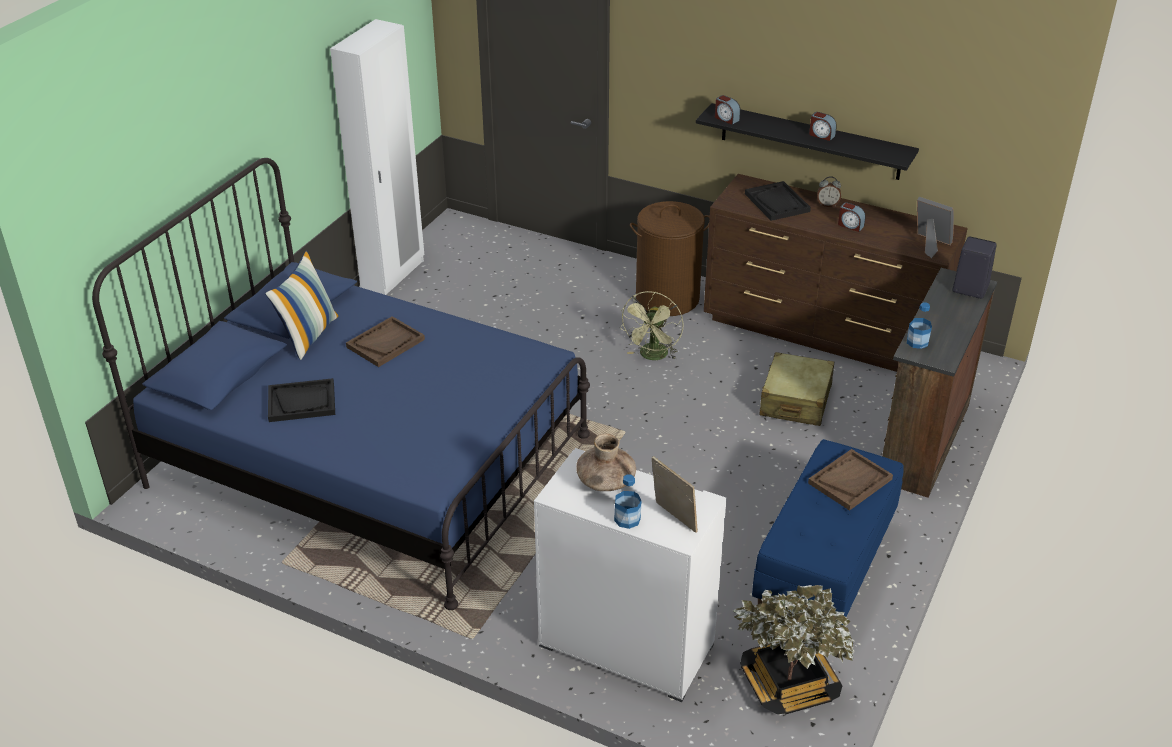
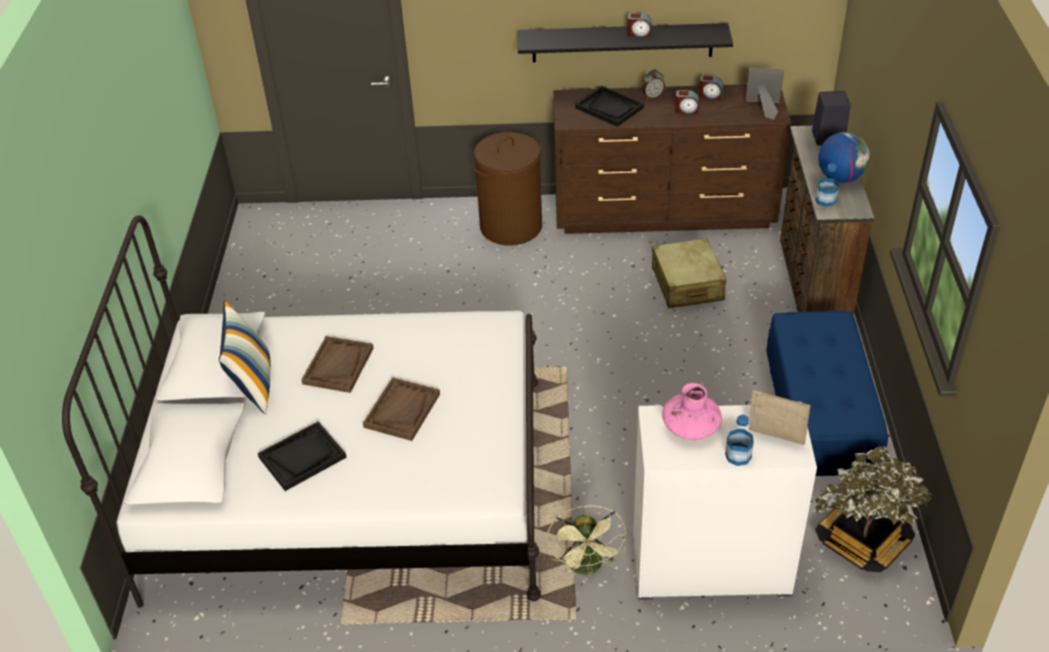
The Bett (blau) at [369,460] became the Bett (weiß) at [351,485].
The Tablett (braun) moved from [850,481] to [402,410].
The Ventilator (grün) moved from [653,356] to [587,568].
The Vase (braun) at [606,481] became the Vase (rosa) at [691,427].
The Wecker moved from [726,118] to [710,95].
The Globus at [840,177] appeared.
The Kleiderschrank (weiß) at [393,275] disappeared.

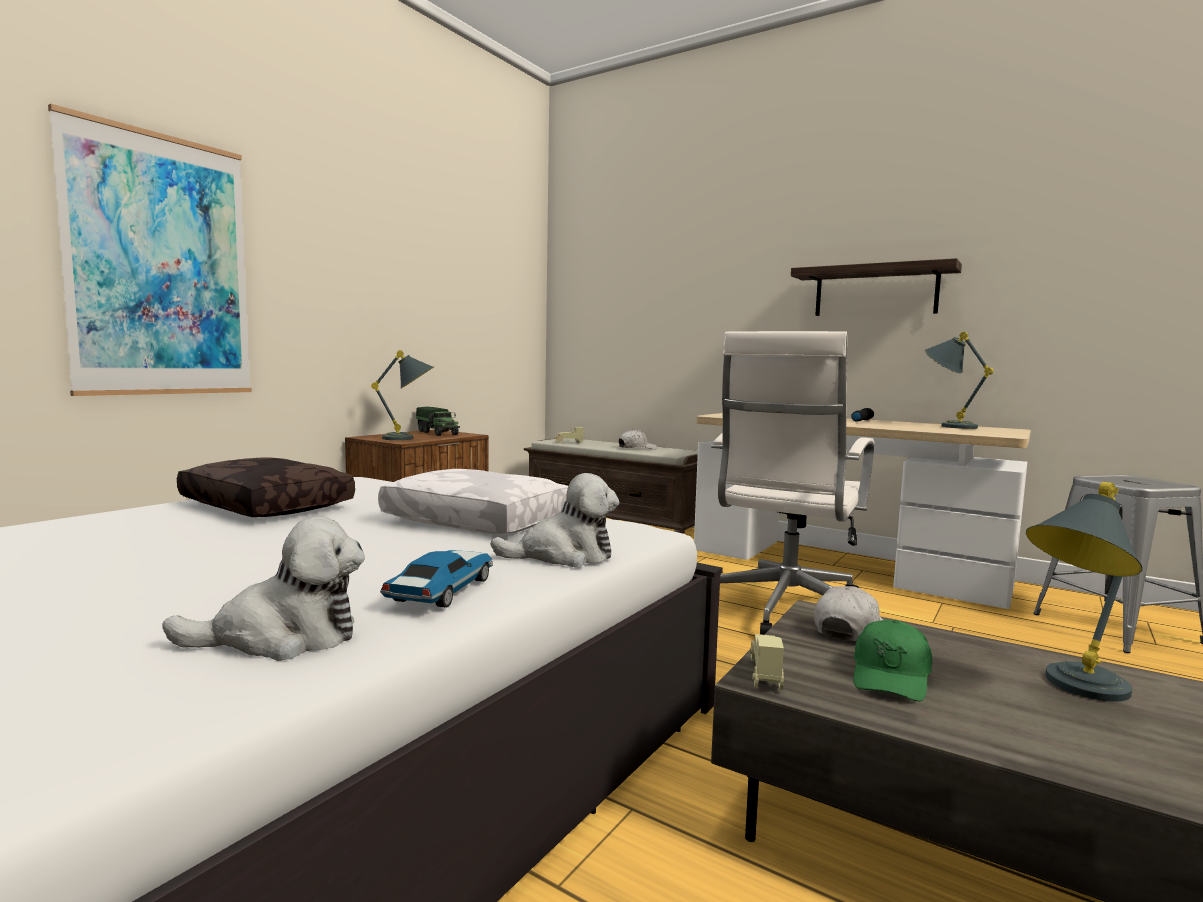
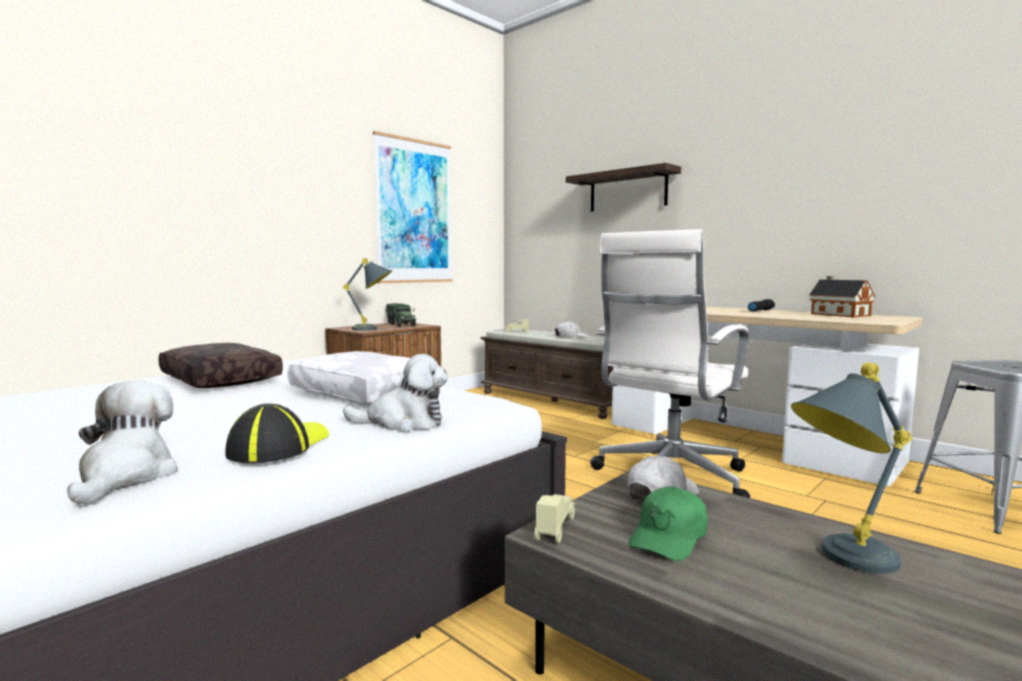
The Plüschtier at [283,638] turned 90 degrees counterclockwise.
The Spielzeugauto at [443,590] was replaced by the Kappe at [279,446].
The Bild moved from [160,266] to [414,212].
The Wandregal moved from [875,291] to [627,191].
The Tischlampe (grau) at [947,426] was replaced by the Spielzeughaus at [838,314].

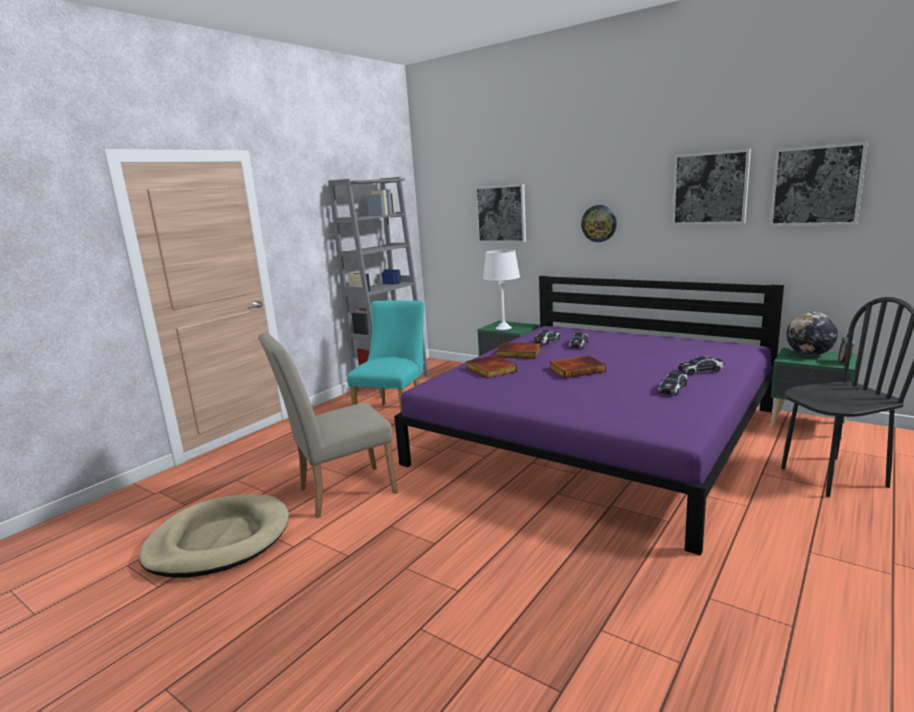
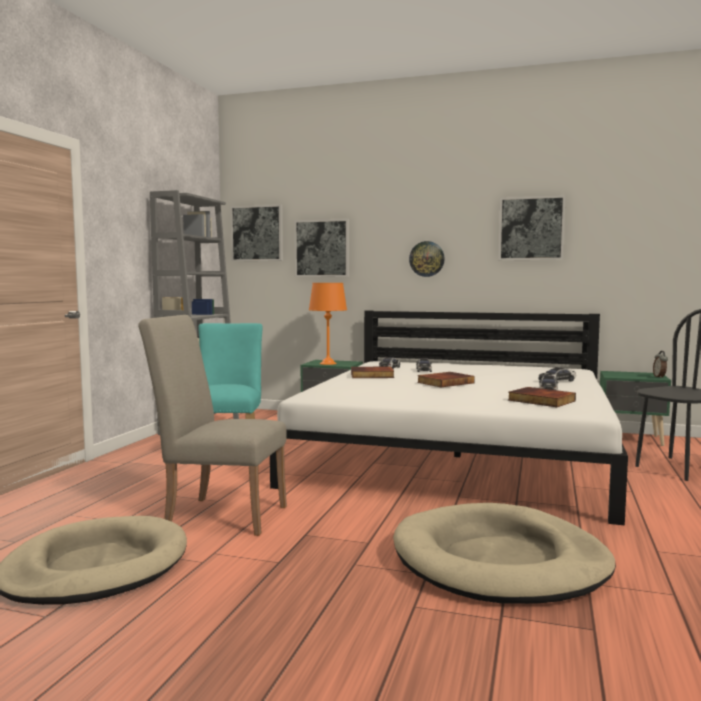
The Stuhl (beige) at [339,492] turned 60 degrees clockwise.
The Bild moved from [816,185] to [257,233].
The Bett (lila) at [596,436] became the Bett (weiß) at [458,455].
The Tischlampe (weiß) at [503,327] became the Tischlampe (orange) at [328,363].
The Hundebett (beige) at [500,561] appeared.
The Buch moved from [489,369] to [540,401].
The Globus at [809,355] disappeared.

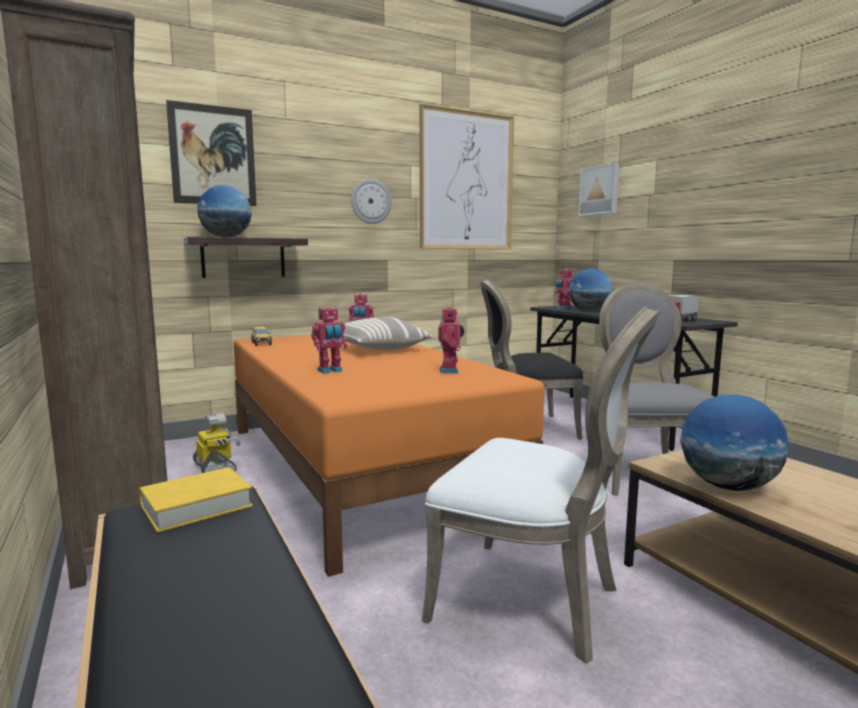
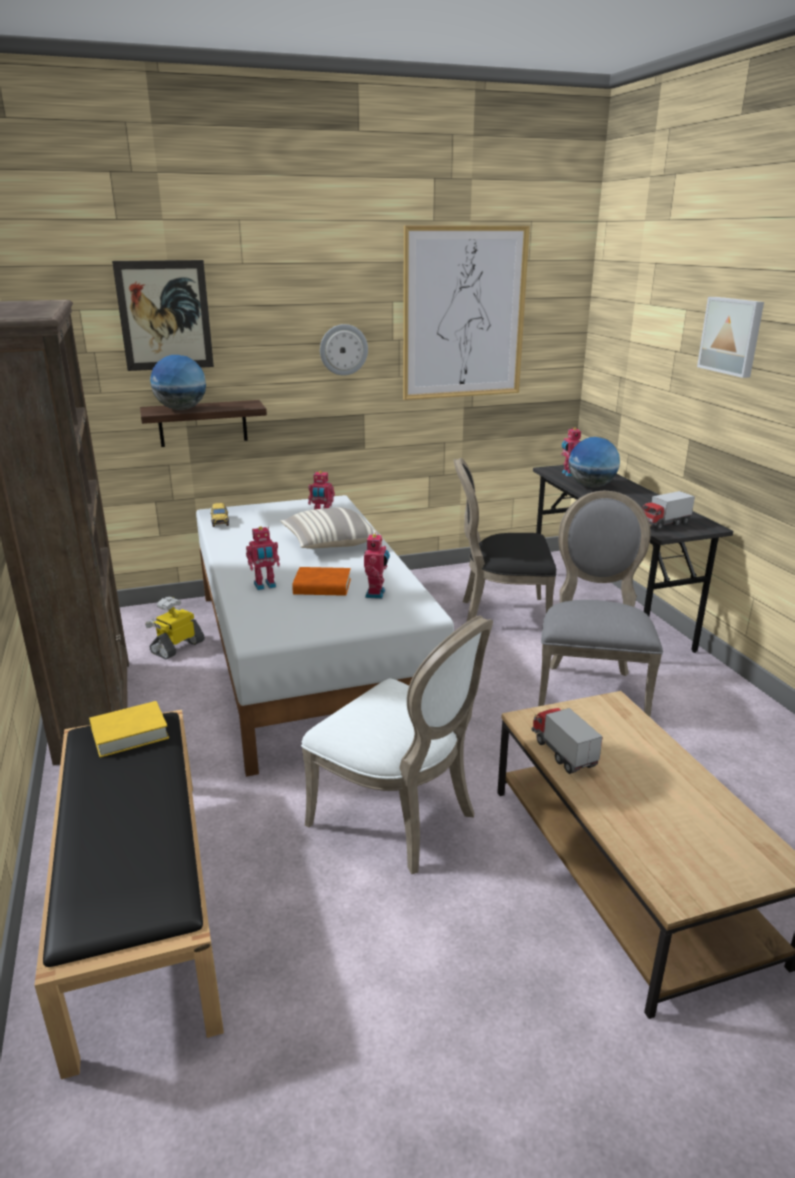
The Spielzeugroboter at [216,468] turned 120 degrees counterclockwise.
The Bett (orange) at [360,466] became the Bett (weiß) at [310,656].
The Buch (orange) at [322,587] appeared.
The Globus at [728,486] was replaced by the Spielzeuglaster at [563,753].
The Bild moved from [600,190] to [732,336].

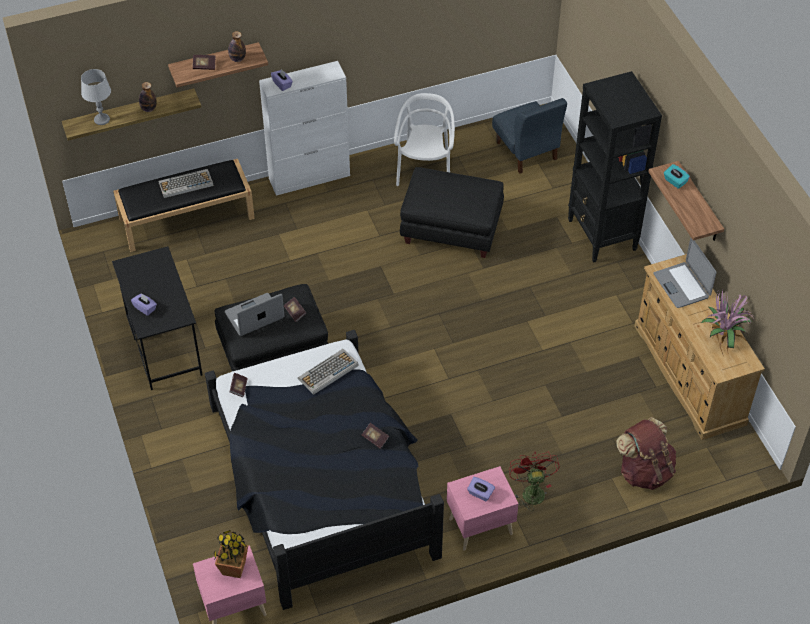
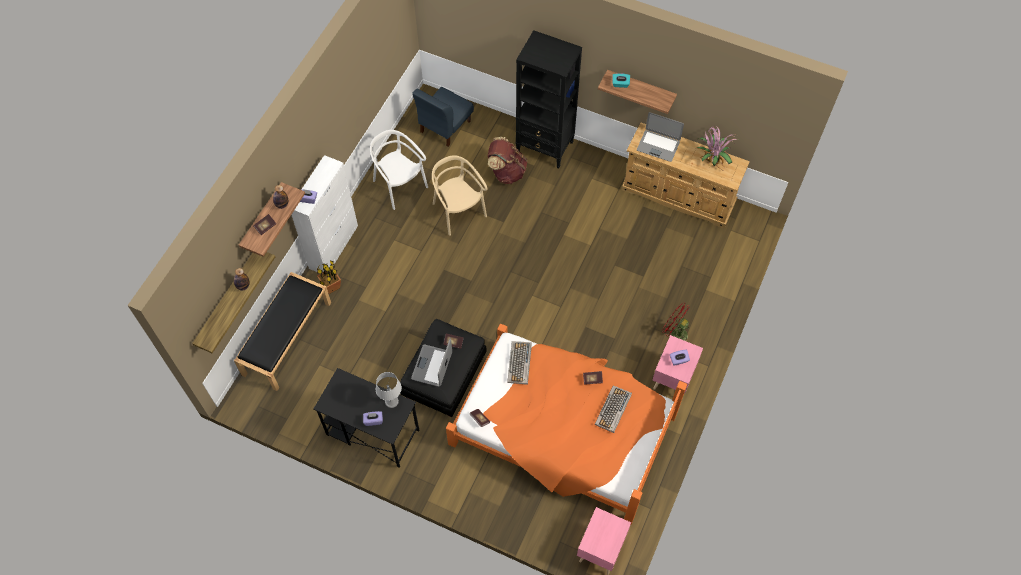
The Topfpflanze moved from [233,568] to [331,286].
The Tischlampe (grau) moved from [102,120] to [392,401].
The Stuhl (blau) at [526,151] turned 105 degrees clockwise.
The Polsterhocker (schwarz) at [452,229] was replaced by the Stuhl (beige) at [458,211].
The Bett (schwarz) at [322,480] became the Bett (orange) at [562,430].
The Rucksack (braun) moved from [644,471] to [506,172].
The Tastatur moved from [185,184] to [613,410].

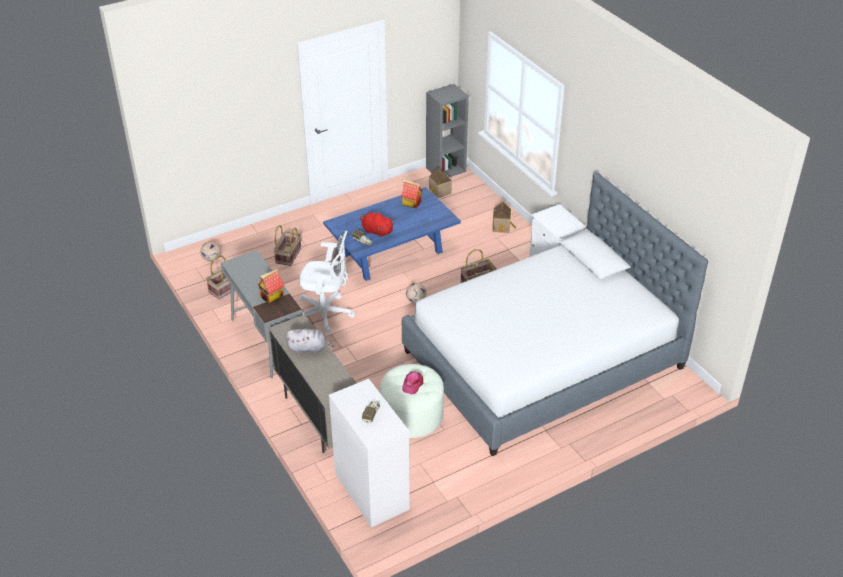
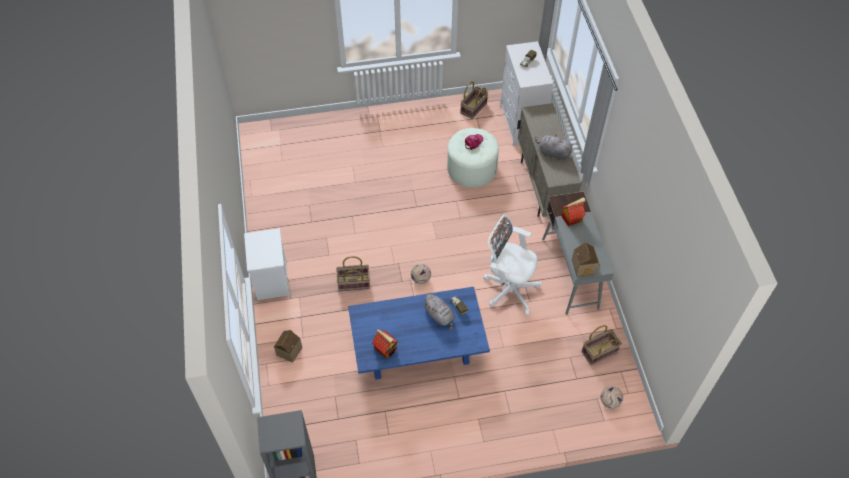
The Plüschtier (rot) at [376,231] became the Plüschtier (grau) at [440,316].
The Korb moved from [288,255] to [474,108].
The Spielzeughaus moved from [439,192] to [584,266].
The Bett at [543,359] disappeared.

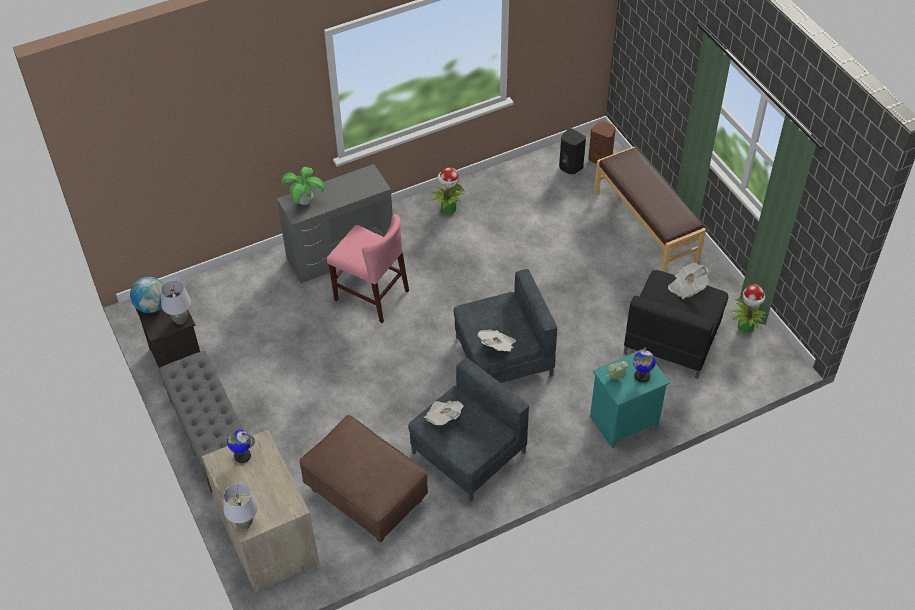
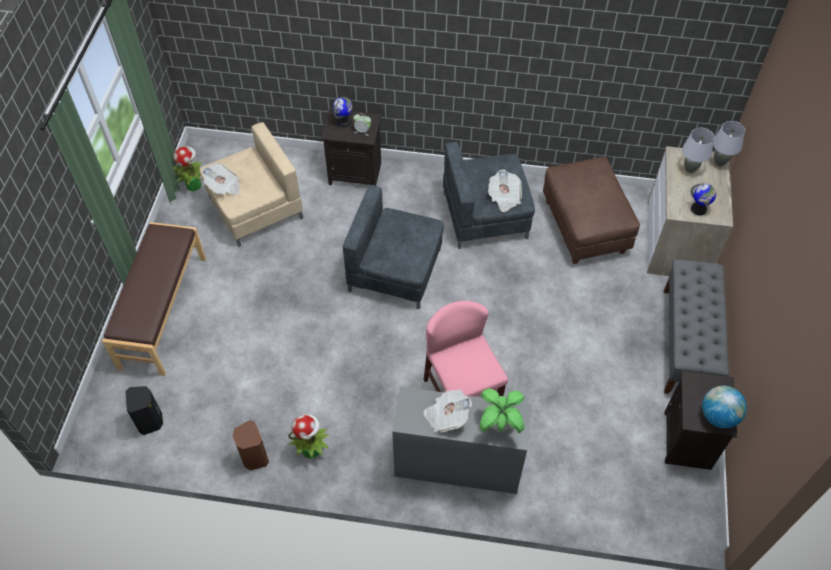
The Sessel (schwarz) at [672,338] became the Sessel (beige) at [254,208].
The Lautsprecher (braun) moved from [601,159] to [254,457].
The Nachttisch (türkis) at [623,423] became the Nachttisch (schwarz) at [356,173].
The Zeitung moved from [497,346] to [446,416].
The Tischlampe (grau) moved from [180,320] to [690,169].

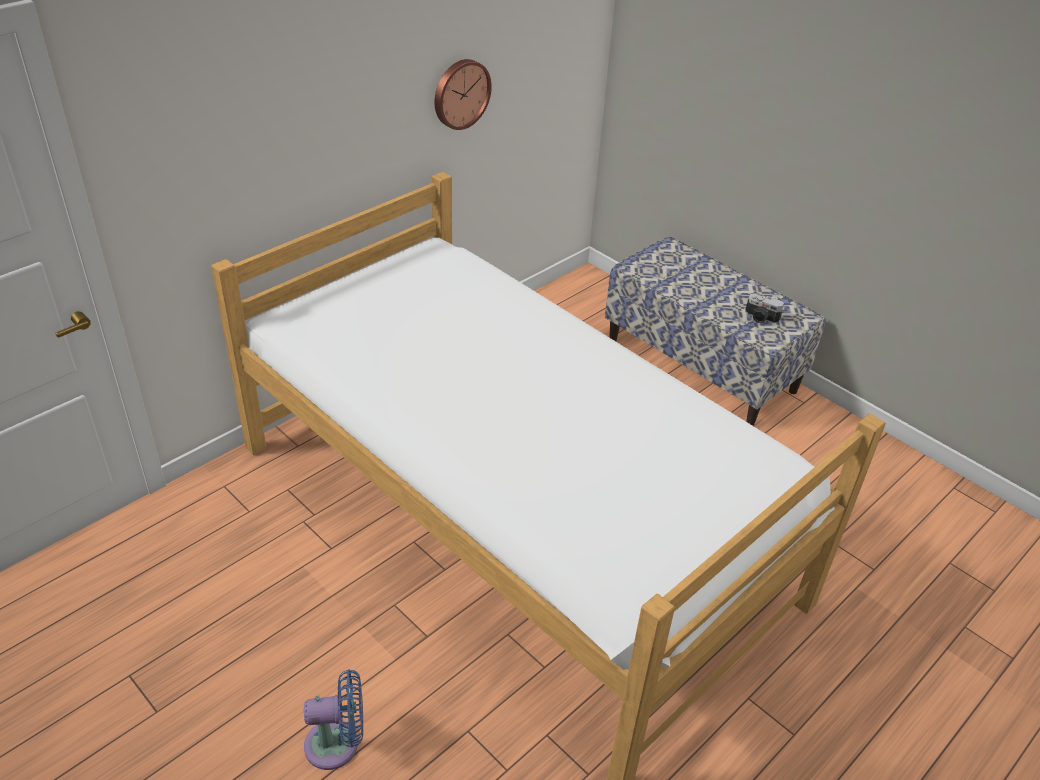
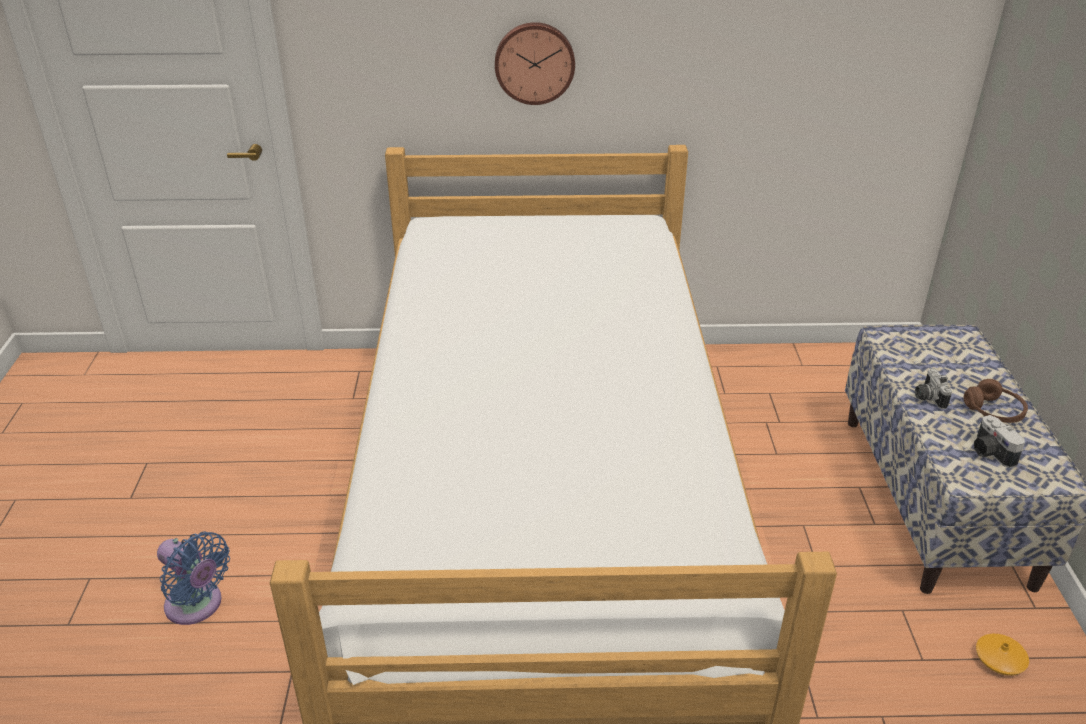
The Wanduhr moved from [460,93] to [534,62].
The Kamera at [927,397] appeared.
The Kopfhörer (braun) at [993,411] appeared.
The Vase (orange) at [999,659] appeared.

